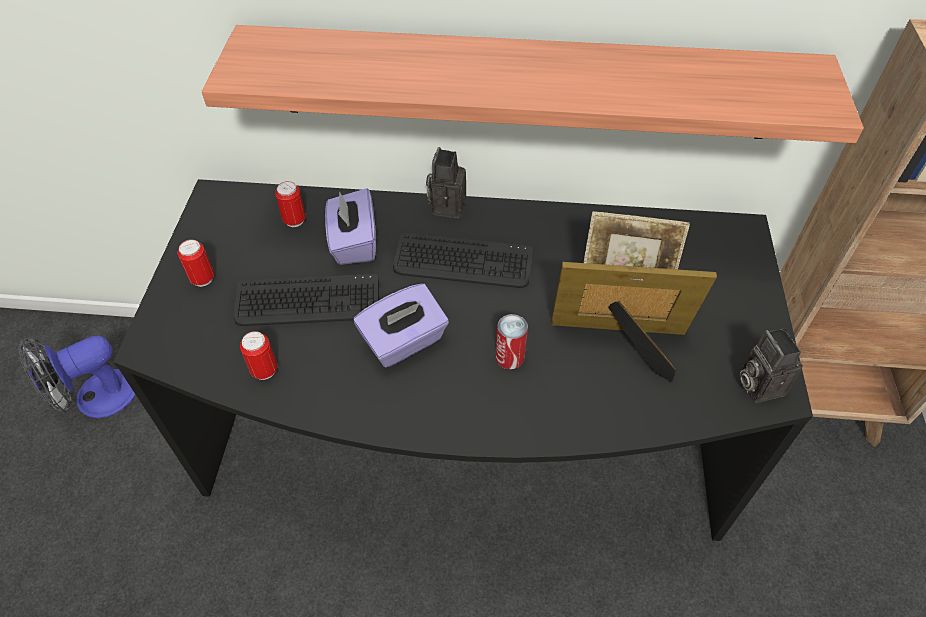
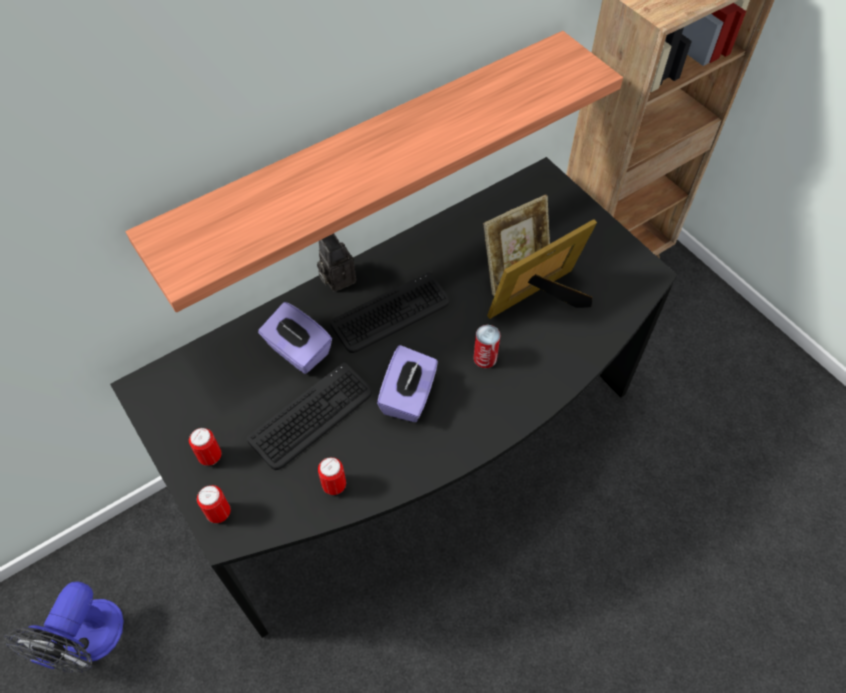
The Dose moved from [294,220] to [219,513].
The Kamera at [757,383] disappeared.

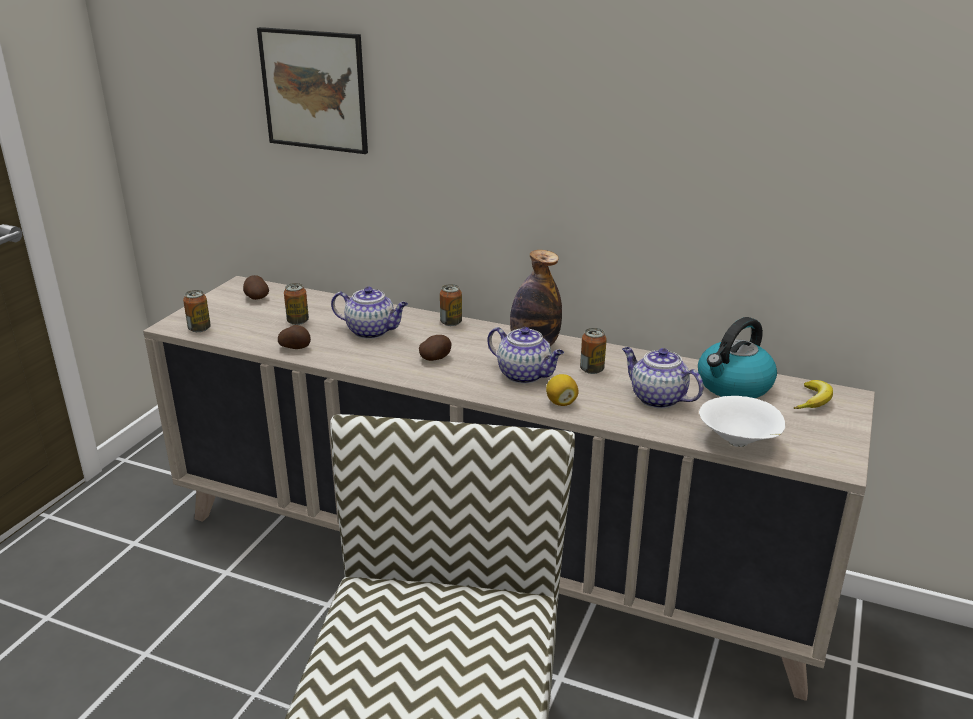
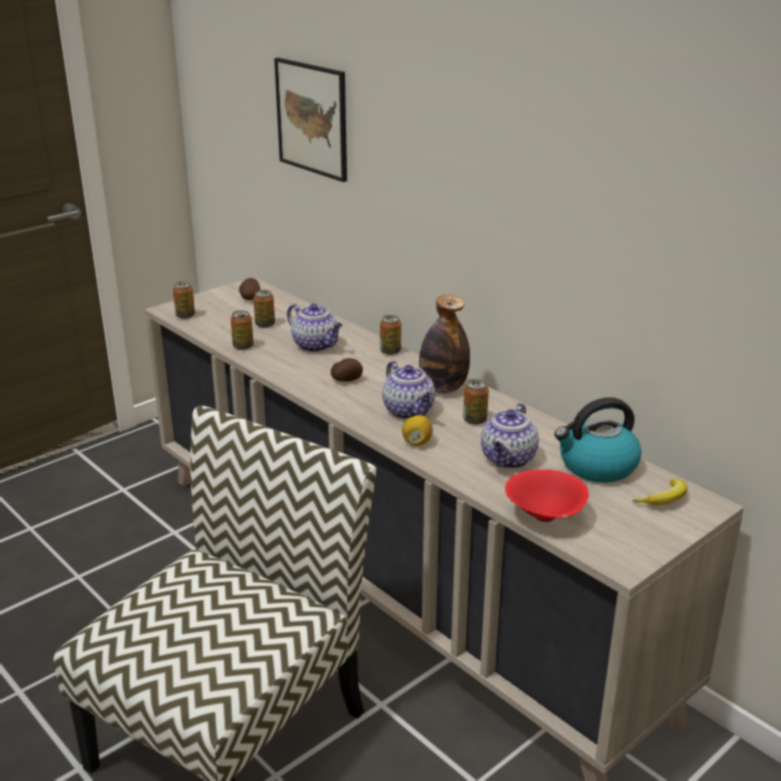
The Kartoffel at [295,347] was replaced by the Dose at [243,346].
The Teekanne at [656,398] turned 135 degrees counterclockwise.
The Schüssel (weiß) at [739,443] became the Schüssel (rot) at [545,518].

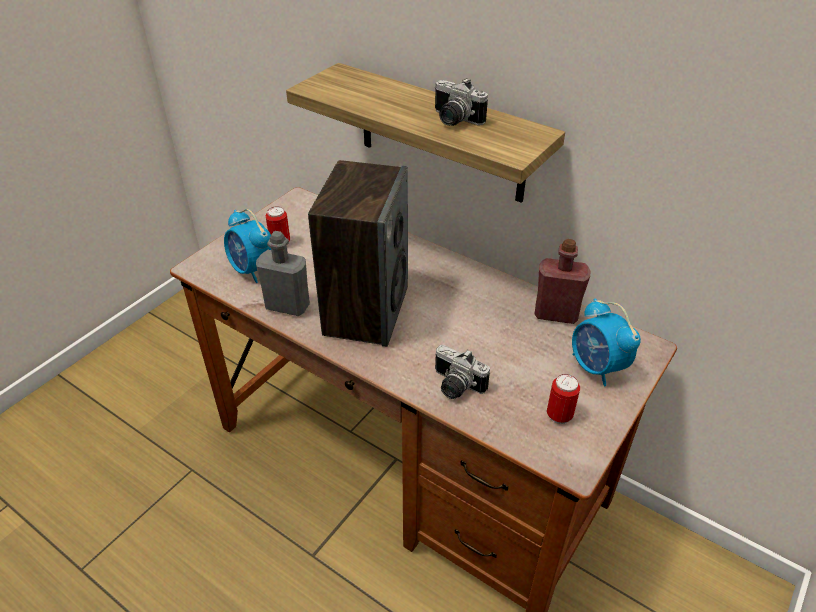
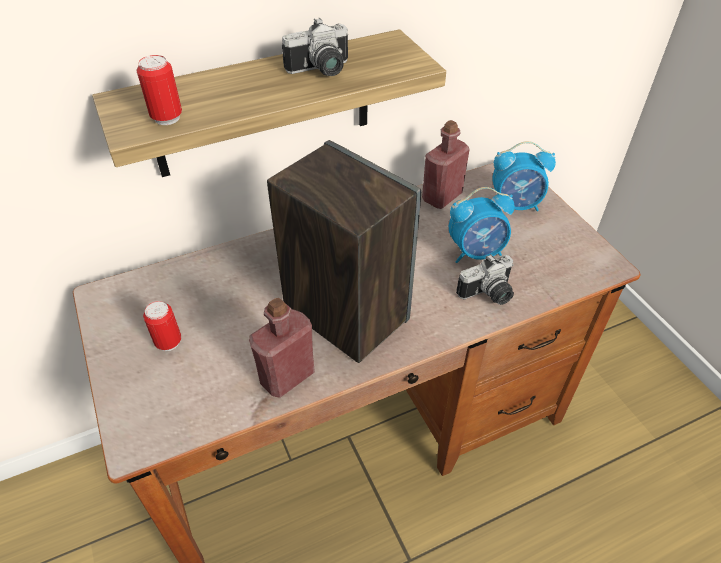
The Dose moved from [559,415] to [167,118].
The Flasche (grau) at [287,306] became the Flasche (rot) at [287,376].
The Wecker moved from [252,270] to [476,252].

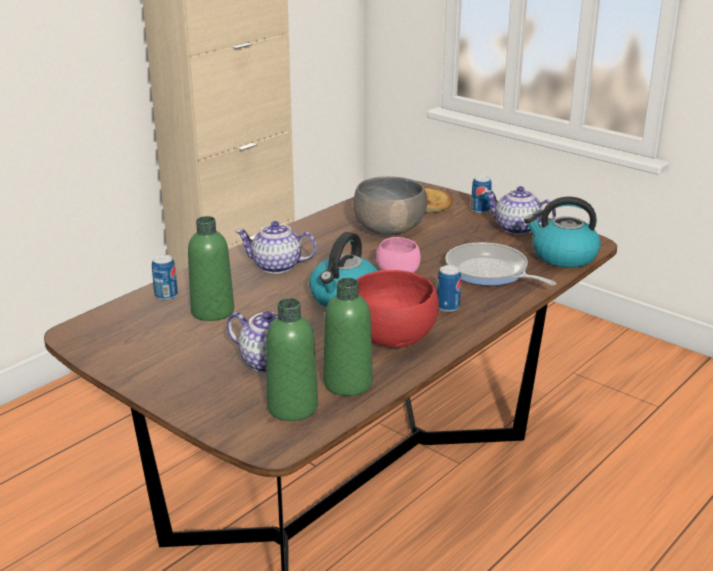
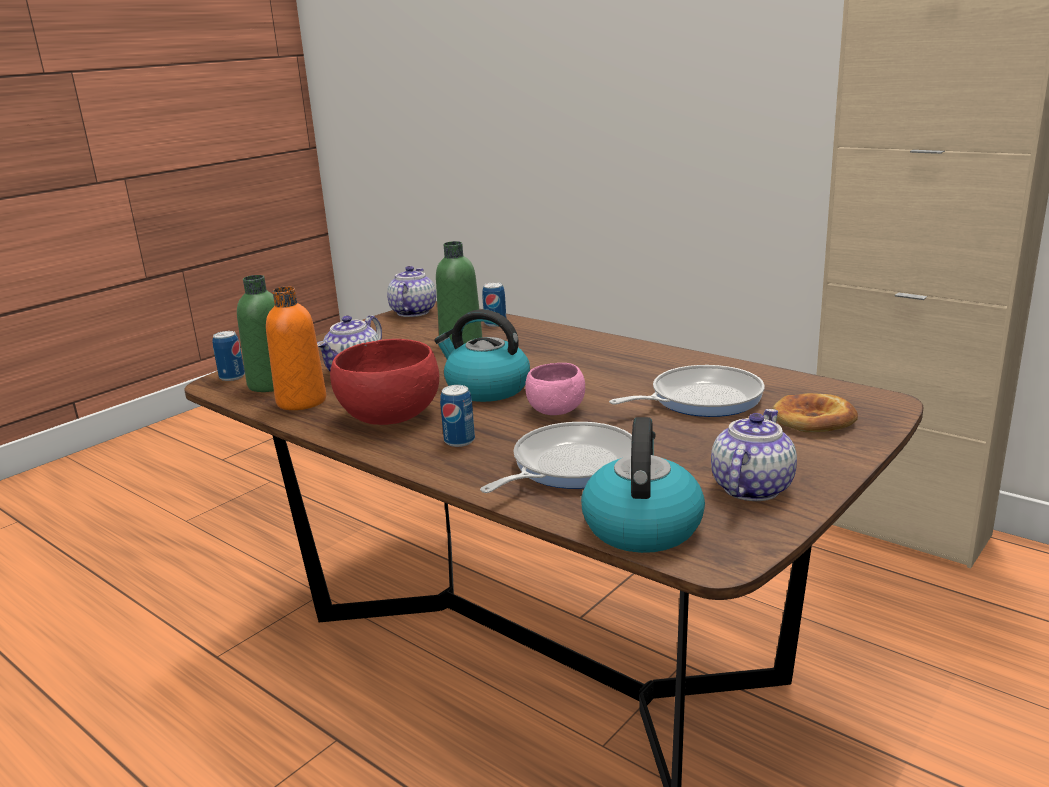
The Dose moved from [480,210] to [232,377].
The Flasche (grün) at [348,383] became the Flasche (orange) at [301,401].
The Teekanne moved from [276,266] to [413,312].
The Schüssel (grau) at [389,229] was replaced by the Pfanne at [700,399].

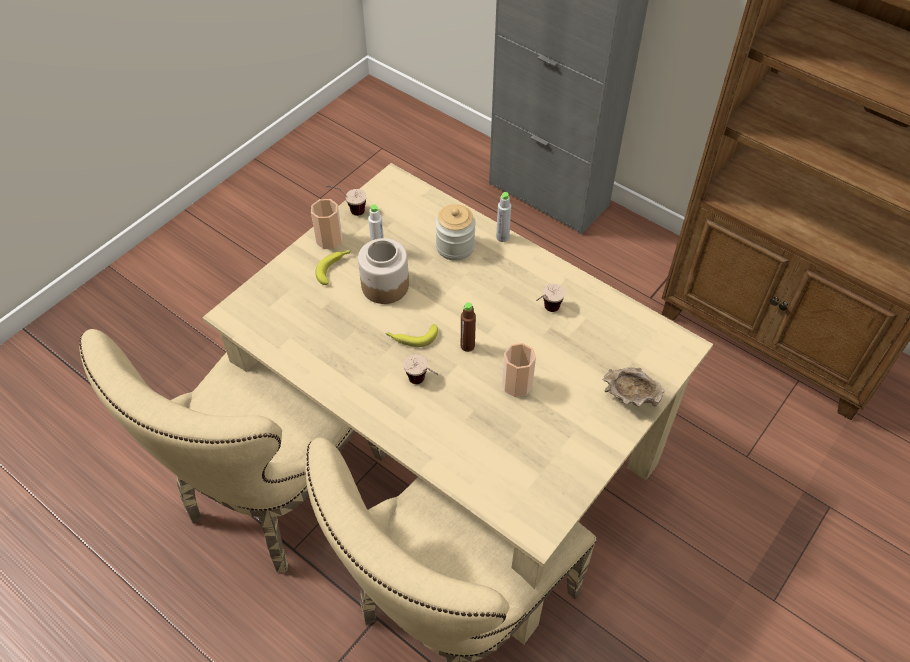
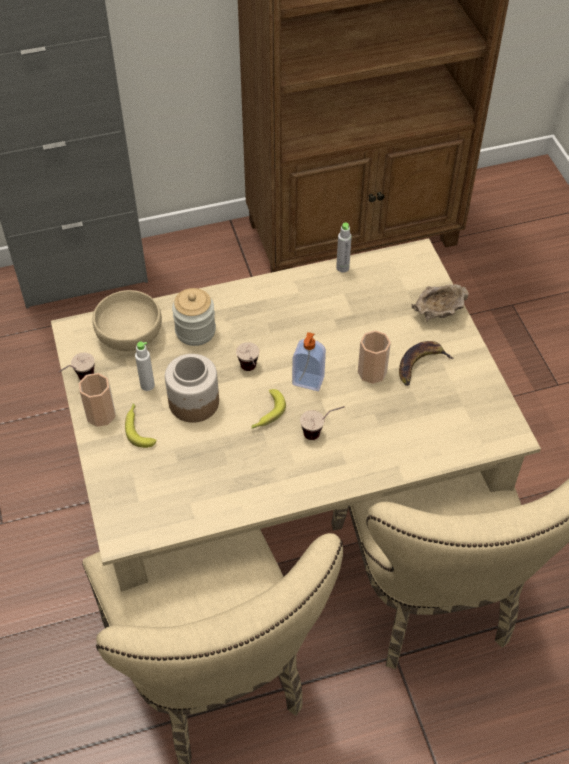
The Schüssel (beige) at [131,335] appeared.
The Tasse moved from [546,312] to [250,372].
The Flasche (braun) at [467,346] was replaced by the Seifenspender at [308,382].
The Flasche (grau) moved from [502,237] to [342,267].
The Banane at [420,364] appeared.

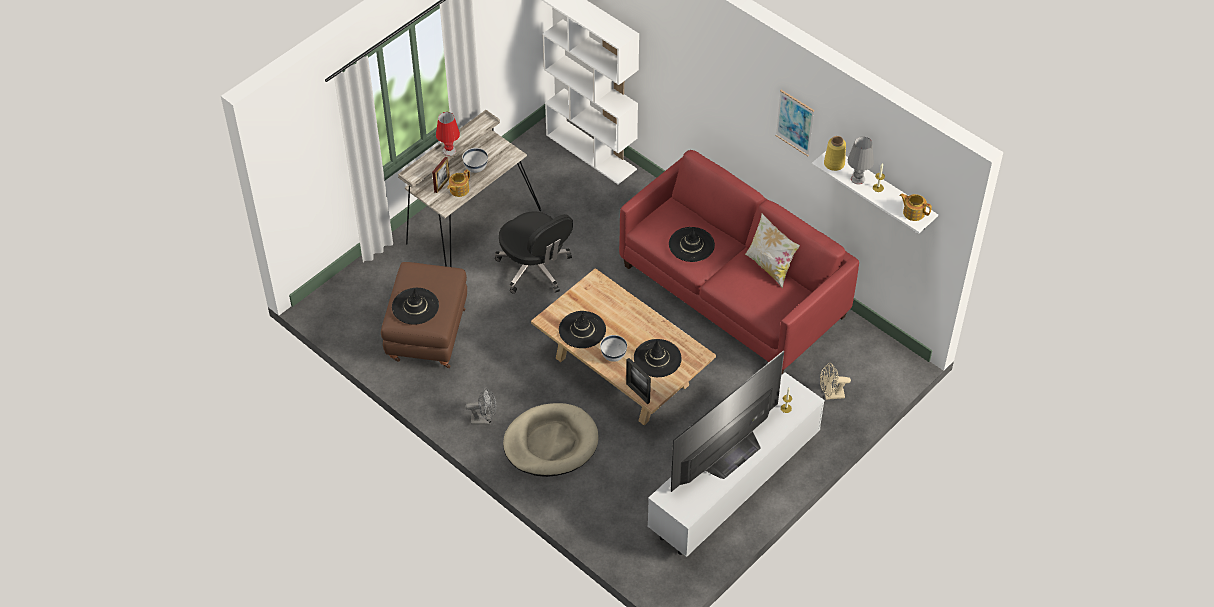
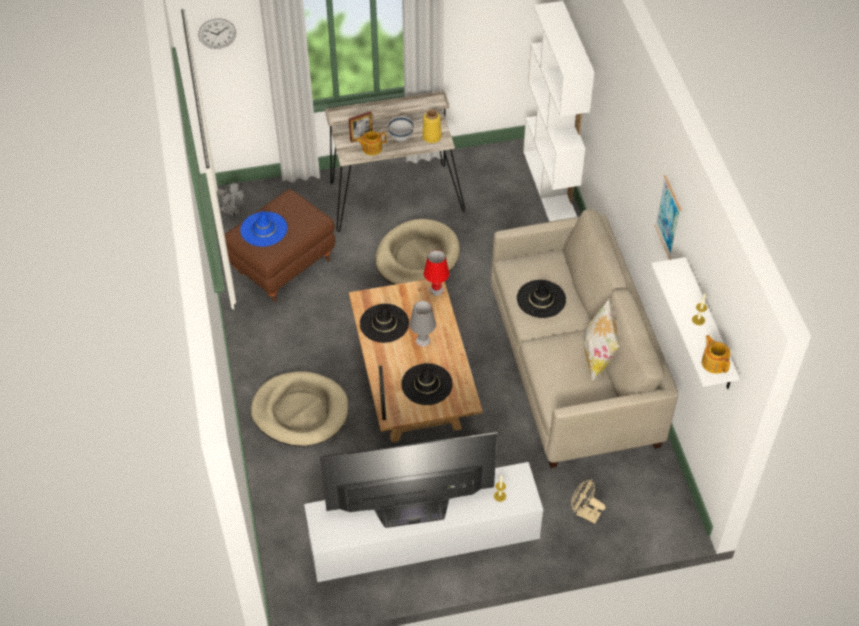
The Wanduhr at [217,33] appeared.
The Ventilator (grau) moved from [484,420] to [233,212].
The Hut (schwarz) at [415,306] became the Hut (blau) at [264,229].
The Bürostuhl (schwarz) at [535,268] was replaced by the Hundebett (beige) at [417,257].
The Tischlampe (grau) moved from [858,179] to [422,341].
The Vase (gelb) moved from [833,163] to [431,137].
The Tischlampe (rot) moved from [449,151] to [436,290].
The Sofa (rot) at [733,291] became the Sofa (beige) at [574,367].
The Schüssel (weiß) at [613,357] disappeared.

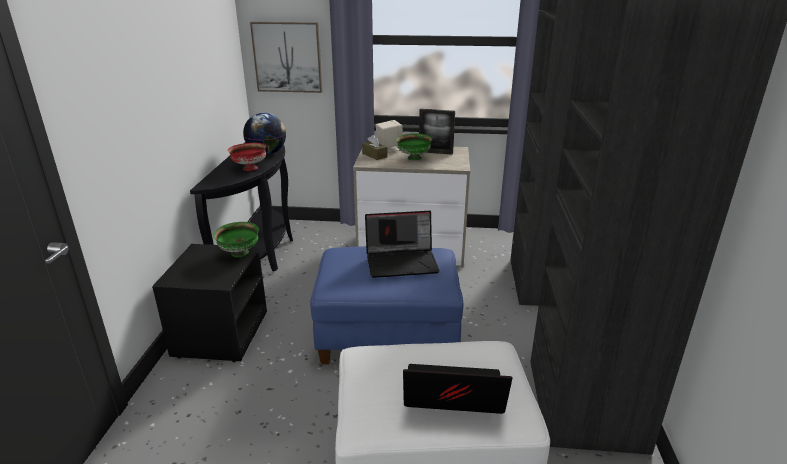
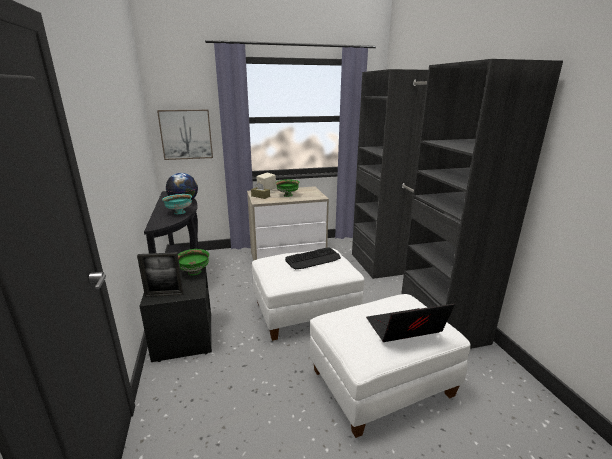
The Bilderrahmen moved from [435,152] to [164,294].
The Schüssel (rot) at [249,168] became the Schüssel (türkis) at [179,212].
The Polsterhocker (blau) at [388,335] became the Polsterhocker (weiß) at [305,312].
The Laptop at [402,262] was replaced by the Tastatur at [313,259].

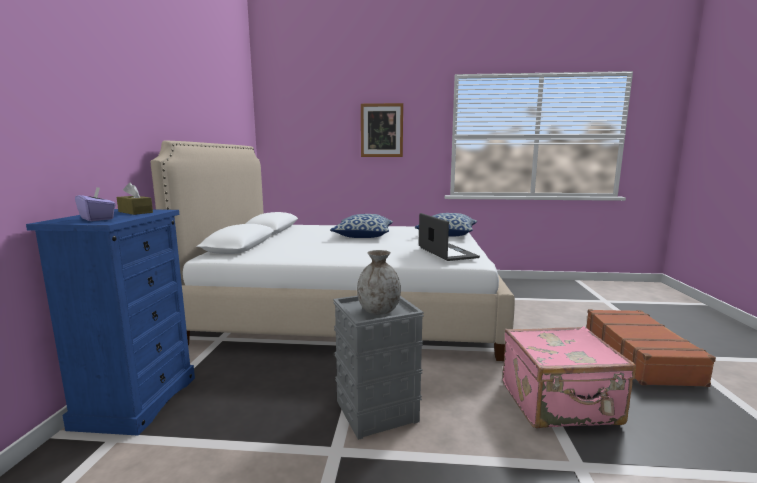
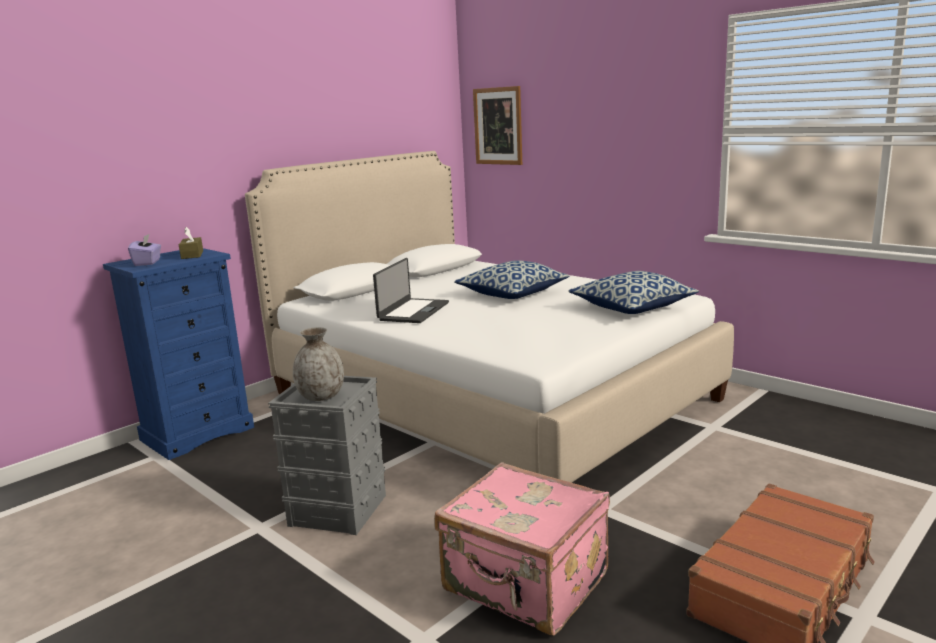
The Laptop moved from [446,253] to [413,311].
The Bild moved from [381,130] to [498,126].

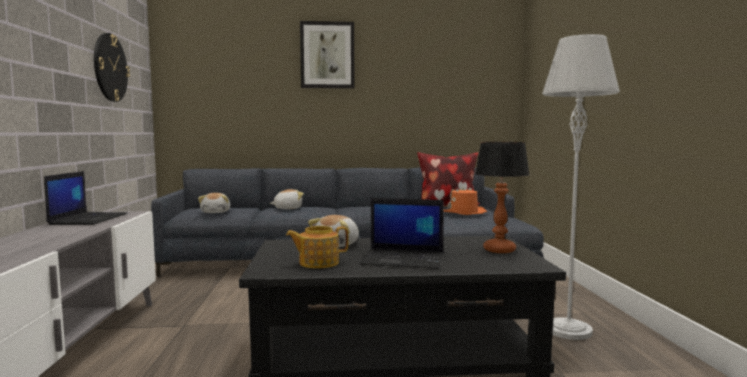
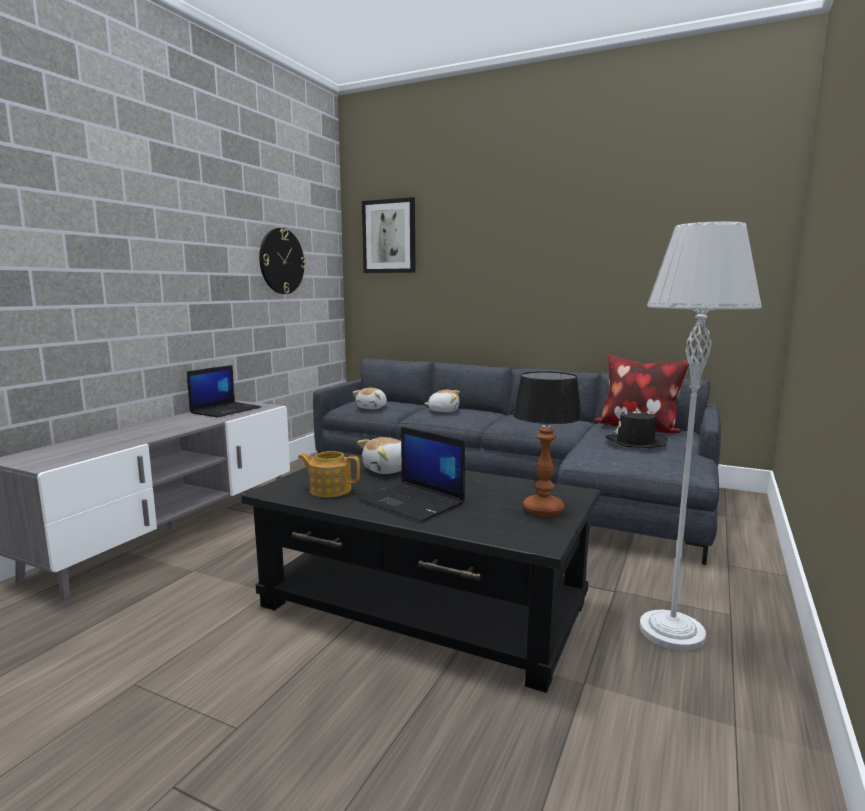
The Bild moved from [327,55] to [389,236].
The Hut (orange) at [464,213] became the Hut (schwarz) at [635,442].

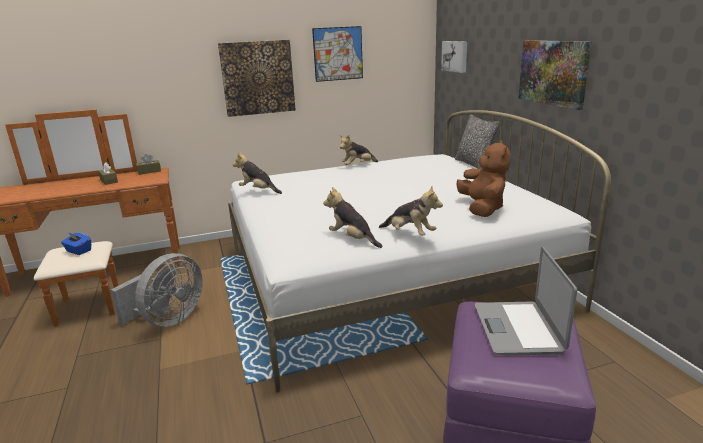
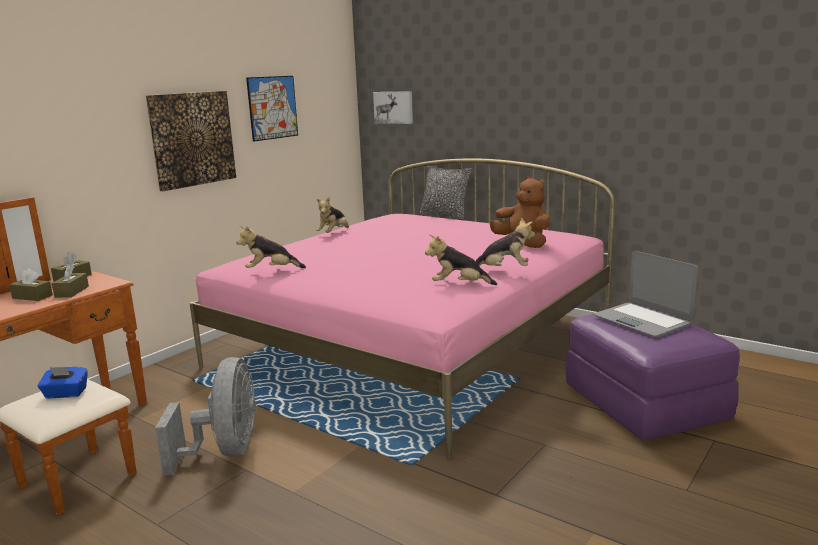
The Taschentuchbox (braun) at [72,291] appeared.
The Bett (weiß) at [386,276] became the Bett (rosa) at [414,345].
The Bild at [553,72] disappeared.

